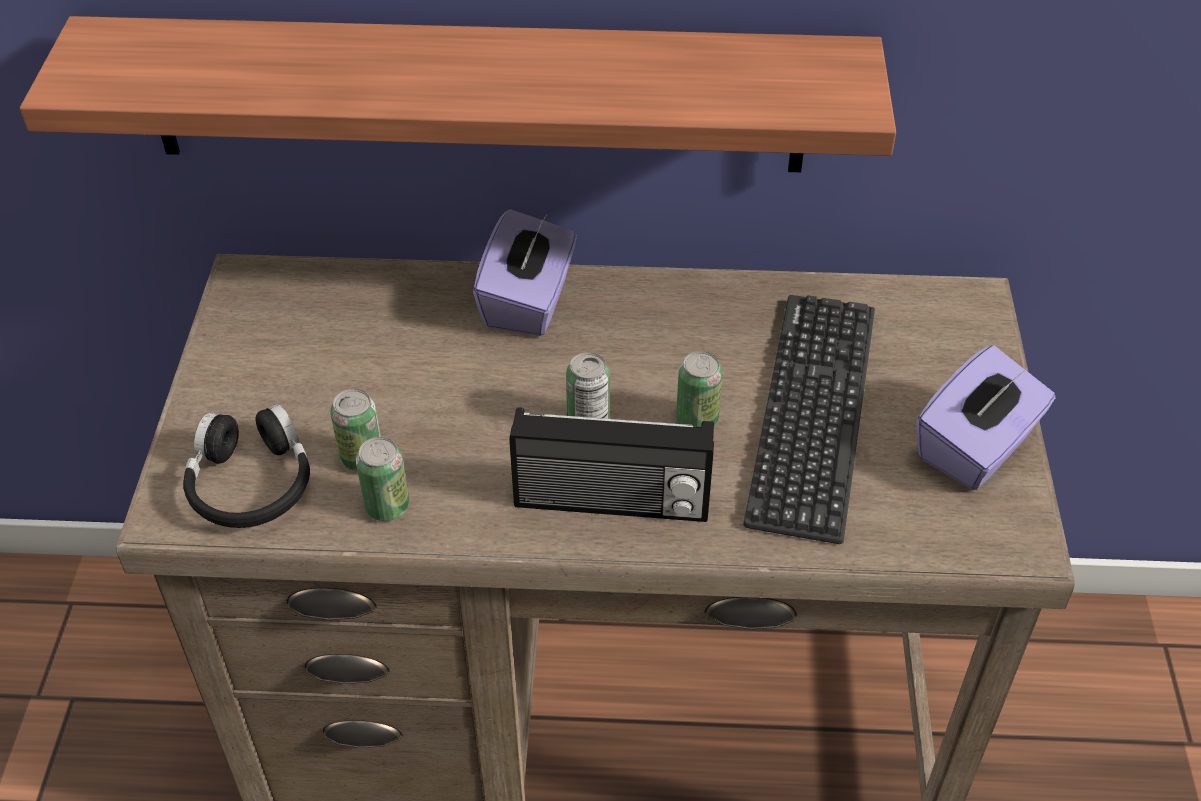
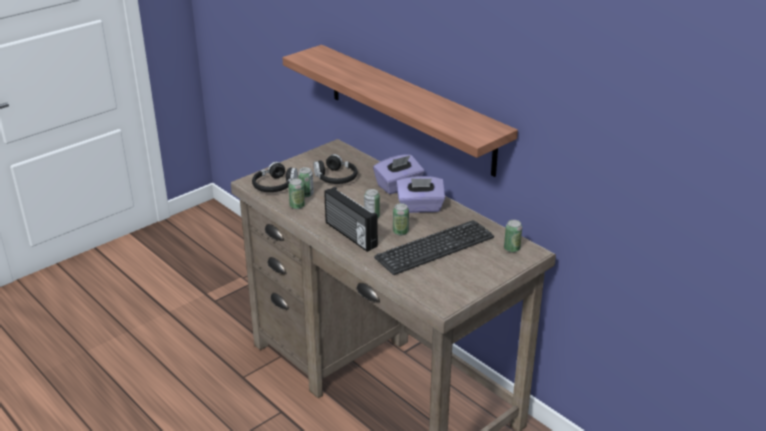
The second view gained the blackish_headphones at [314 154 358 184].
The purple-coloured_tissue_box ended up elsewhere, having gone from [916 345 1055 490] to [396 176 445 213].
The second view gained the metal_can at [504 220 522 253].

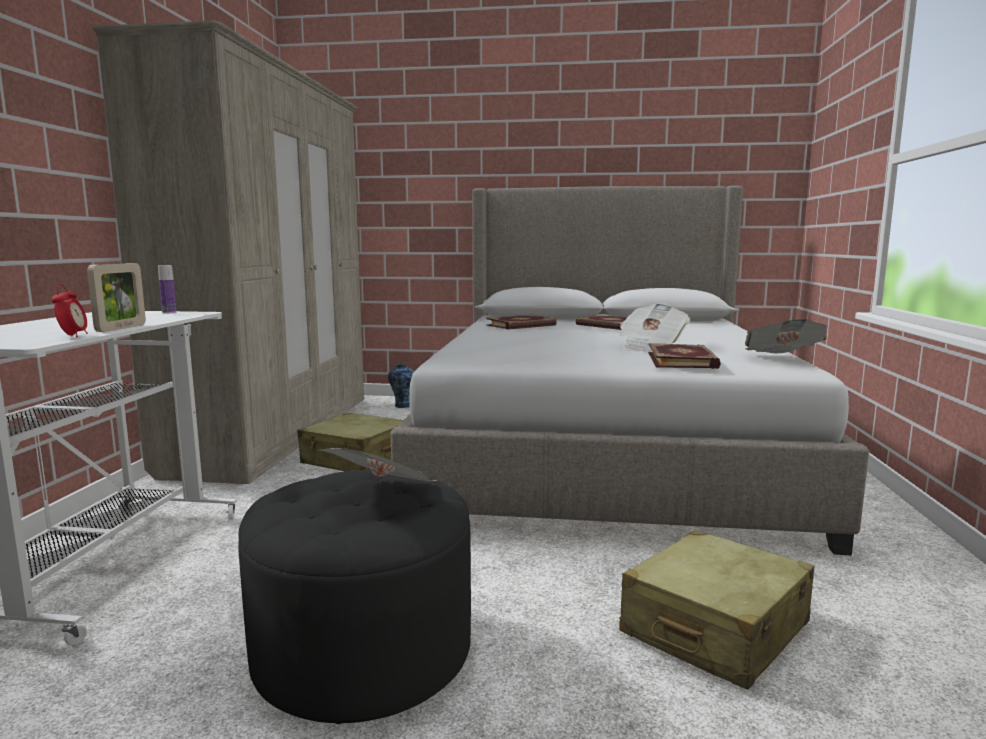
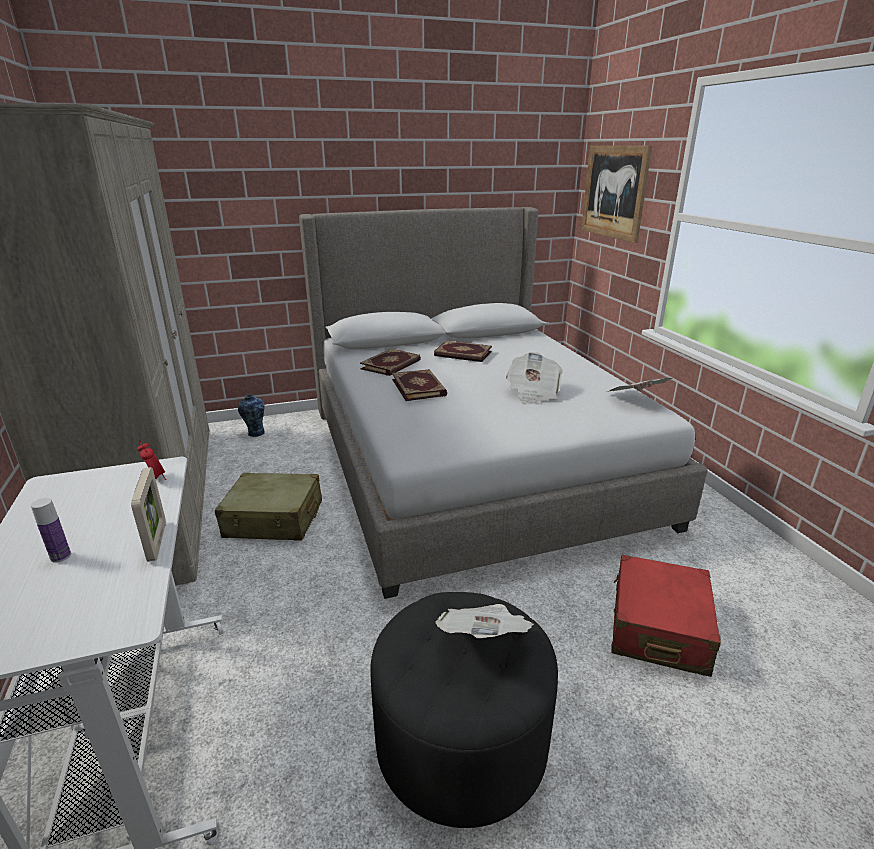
The drink_bottle ended up elsewhere, having gone from [158 265 177 314] to [31 498 71 563].
The table_clock ended up elsewhere, having gone from [51 284 88 337] to [137 440 166 480].
The book ended up elsewhere, having gone from [648 343 721 369] to [392 369 447 401].
The second view gained the wall_picture at [581 146 652 243].
What was the beige-coloured_piece_of_luggage at [619 530 814 690] turned into the red-coloured_piece_of_luggage at [611 555 721 677].

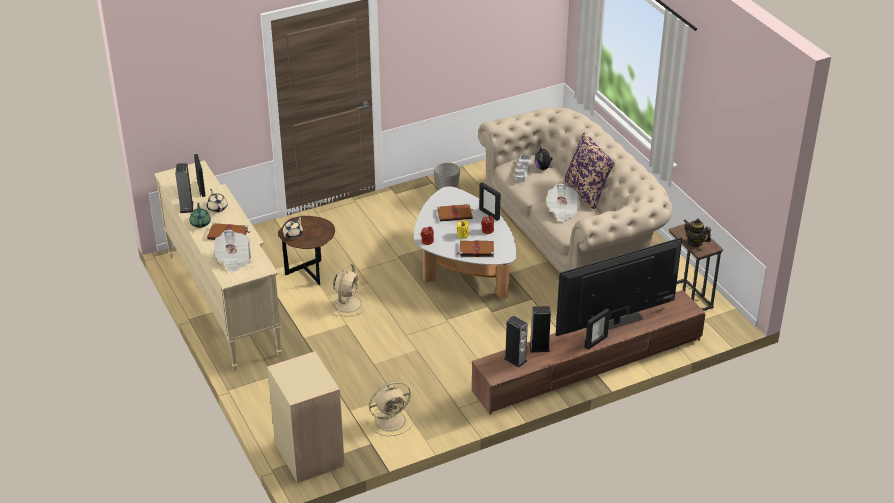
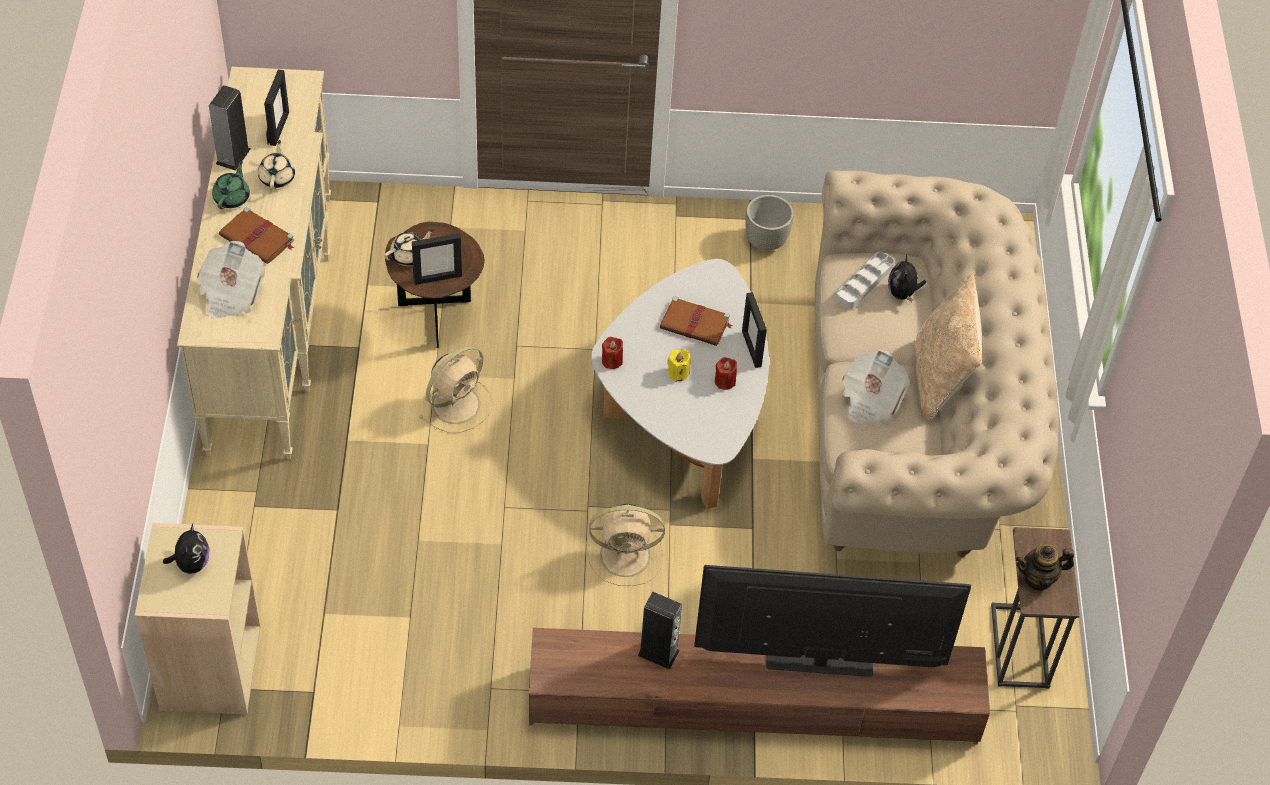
The second view gained the plush_toy at [163 524 210 574].
The standing_frame ended up elsewhere, having gone from [584 308 610 350] to [412 233 462 285].
The beige-coloured_cooling_fan ended up elsewhere, having gone from [366 381 413 436] to [586 504 665 586].
What was the purple-coloured_pillow at [565 132 616 209] turned into the beige-coloured_pillow at [915 274 982 420].
The teapot at [684 219 711 247] ended up facing another way, 75 degrees counterclockwise from before.
The second view lost the brownish_book at [457 241 494 257].
The second view lost the speaker at [504 316 528 368].

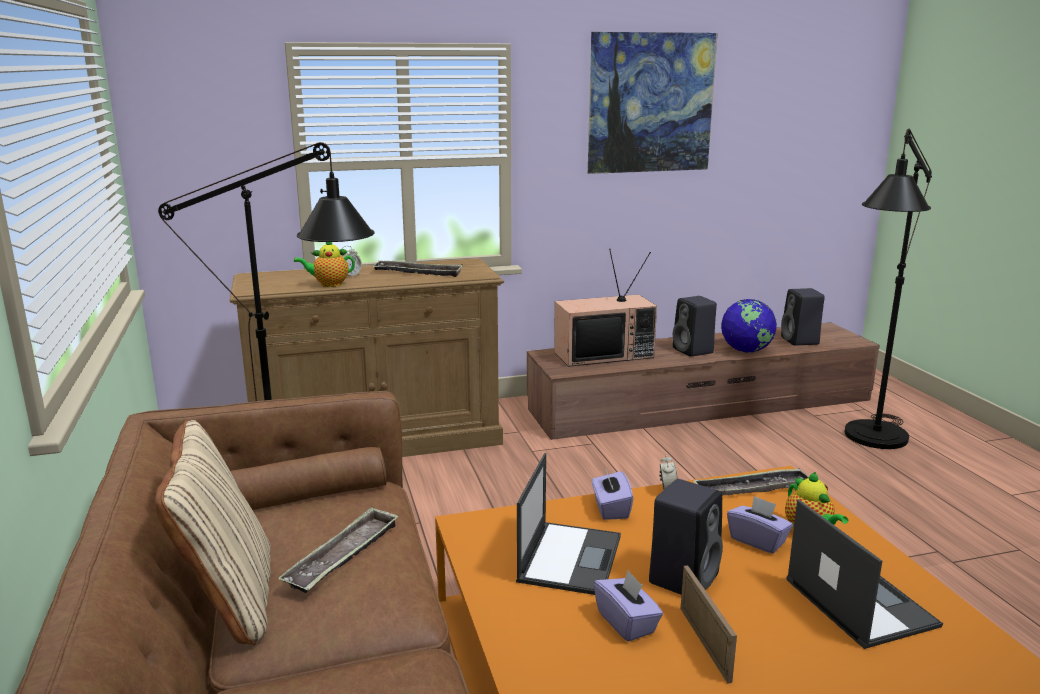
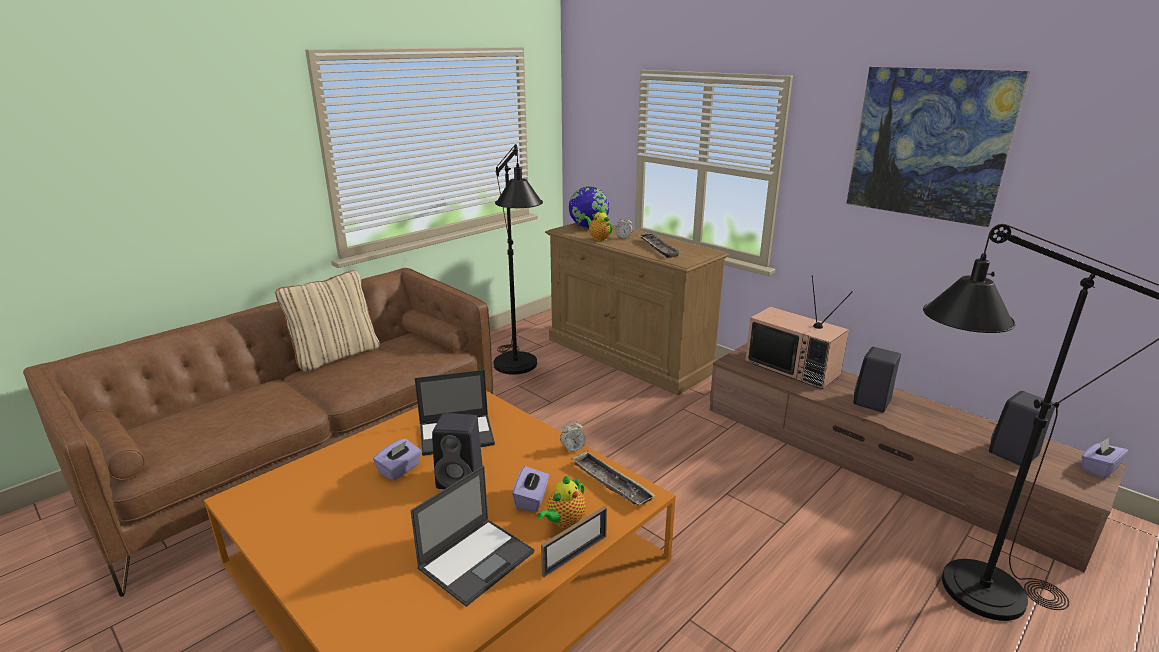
The standing_frame ended up elsewhere, having gone from [681 565 737 684] to [541 506 607 578].
The world_globe ended up elsewhere, having gone from [721 299 777 353] to [569 187 609 228].
The purple-coloured_tissue_box ended up elsewhere, having gone from [592 469 633 520] to [1082 438 1128 479].
The second view lost the tray at [278 507 399 593].

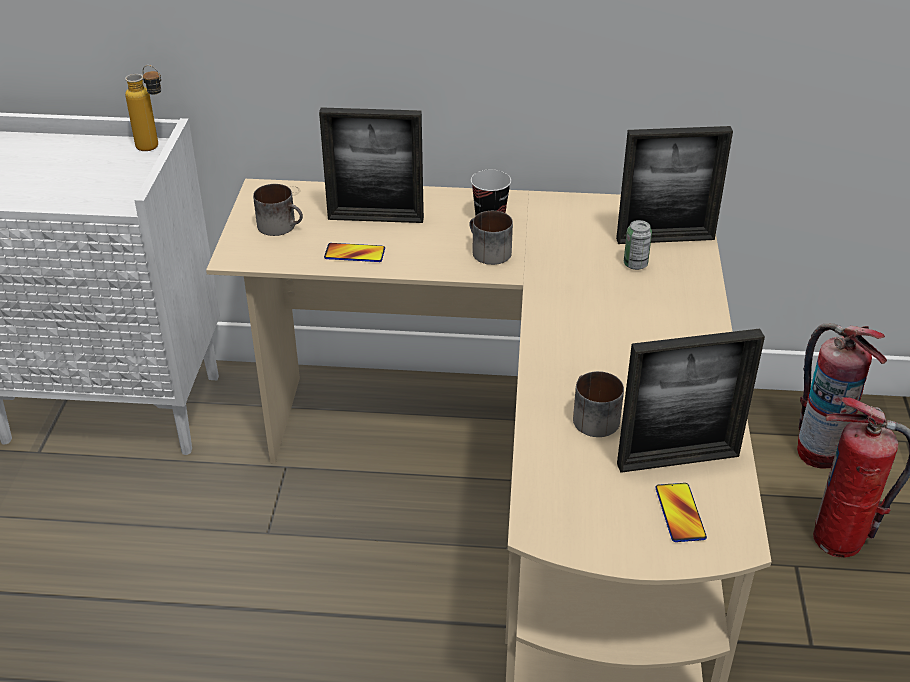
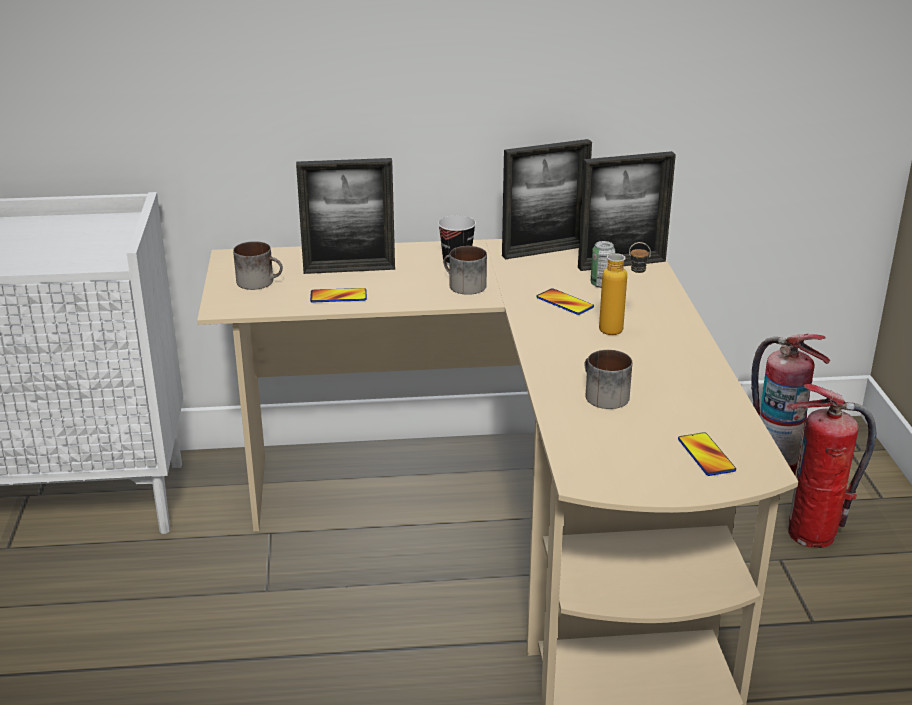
The standing_frame ended up elsewhere, having gone from [617 328 765 473] to [502 139 592 260].
The second view gained the phone at [536 288 594 315].
The drink_bottle ended up elsewhere, having gone from [125 65 161 151] to [599 242 651 335].

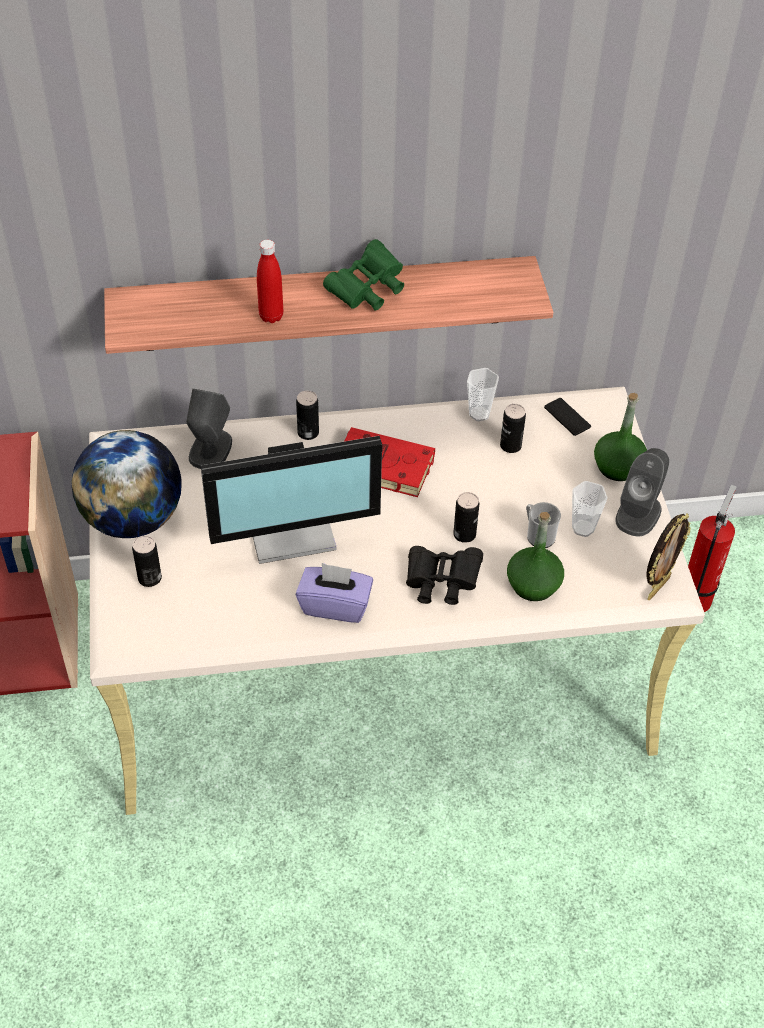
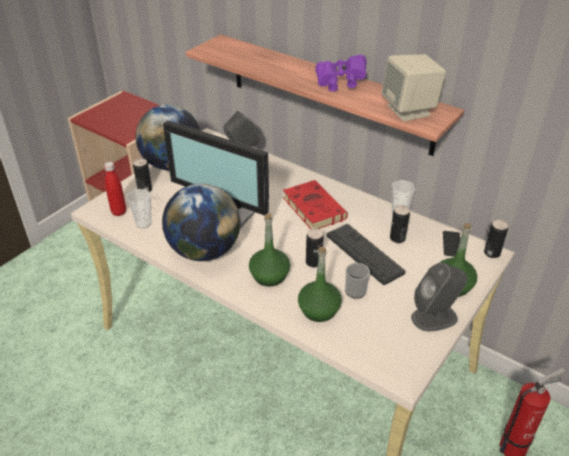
The red-coloured_drink_bottle ended up elsewhere, having gone from [257 240 283 323] to [104 162 126 216].
The cup ended up elsewhere, having gone from [572 481 608 537] to [127 189 152 228].
Where the purple-coloured_tissue_box stood at [296 563 373 623], the world_globe came to stand at [162 184 241 261].
Where the blackish_field_glasses stood at [406 546 483 605], the green-coloured_drink_bottle came to stand at [249 213 290 287].
What was the green-coloured_field_glasses at [323 239 404 311] turned into the purple-coloured_field_glasses at [316 54 367 92].
The second view gained the keyboard at [327 224 406 285].
The second view gained the beige-coloured_speaker at [381 54 446 121].
The metal_can ended up elsewhere, having gone from [296 391 319 440] to [484 220 508 258].
The second view lost the standing_frame at [646 514 691 600].

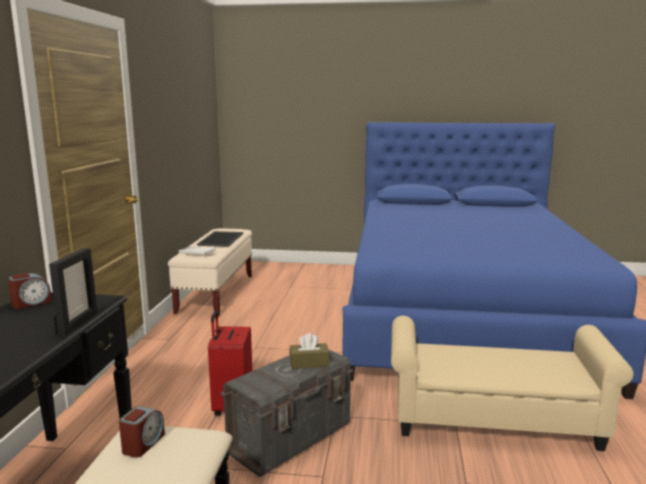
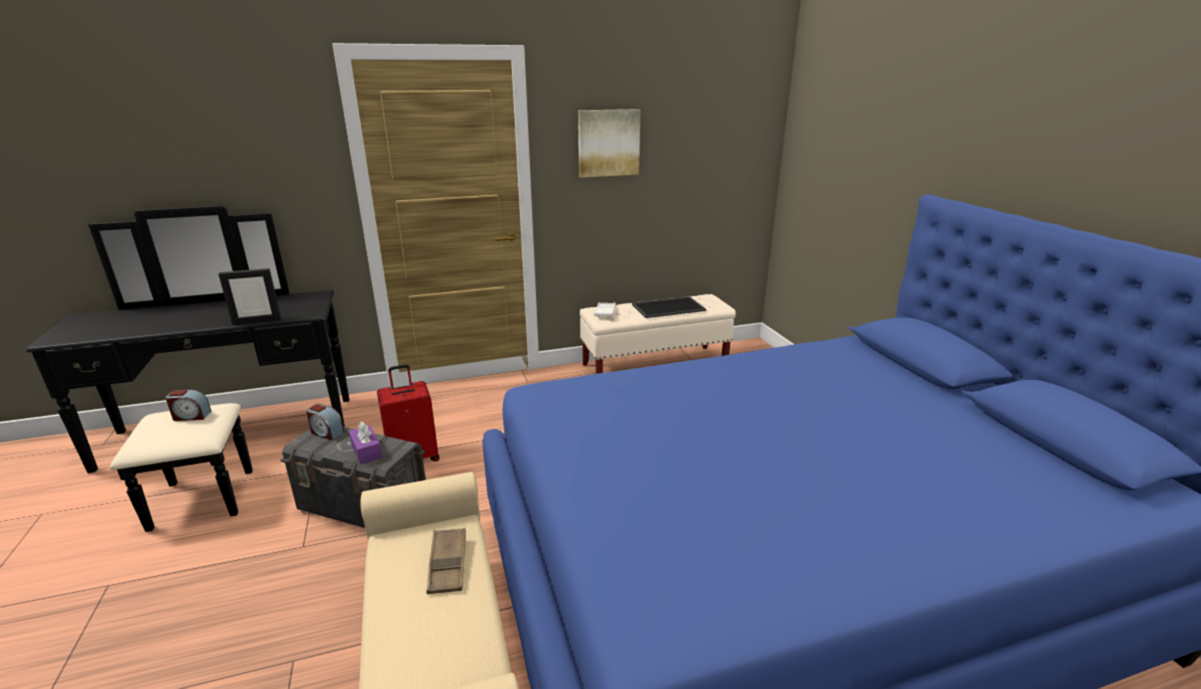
The table_clock ended up elsewhere, having gone from [7 273 52 309] to [306 404 344 440].
What was the brownish_tissue_box at [290 333 329 369] turned into the purple-coloured_tissue_box at [349 421 382 464].
The second view gained the brownish_tray at [427 528 466 594].
The second view gained the wall_picture at [578 109 641 178].

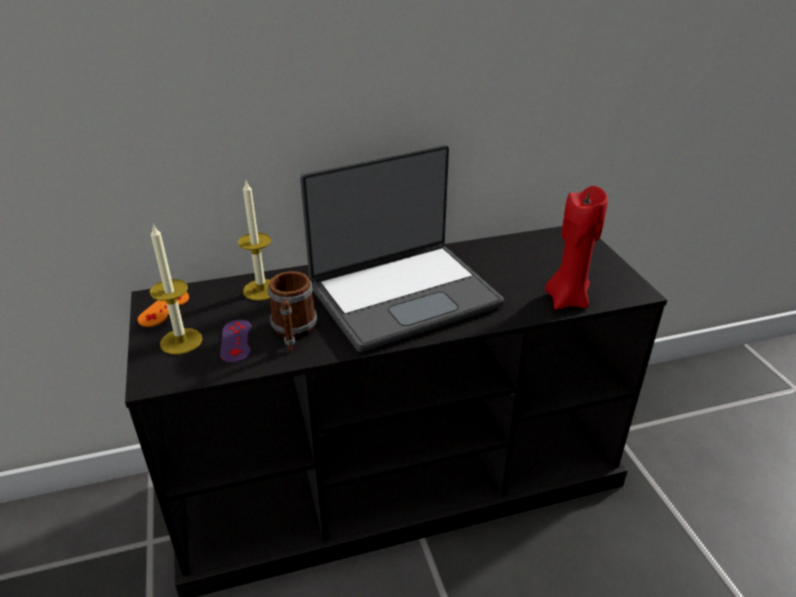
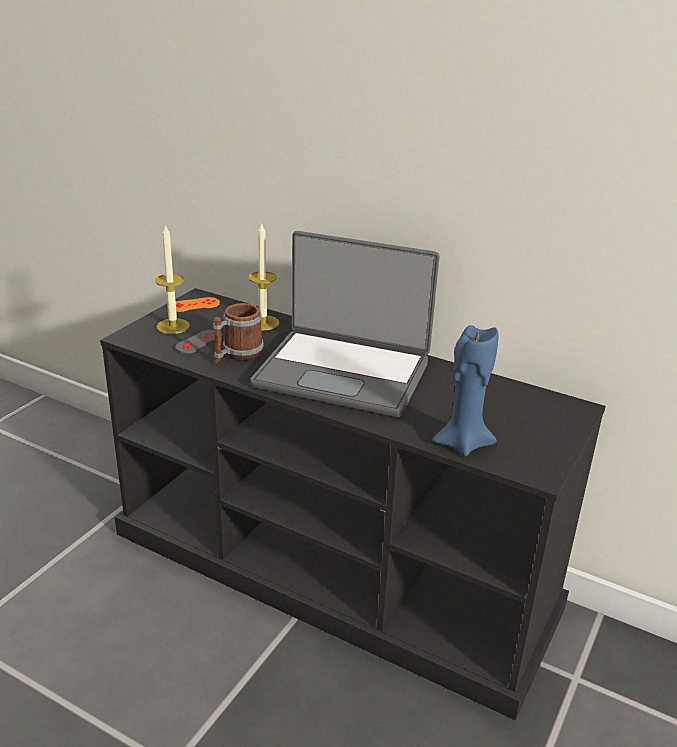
What was the purple-coloured_game_controller at [220 320 252 363] turned into the gray_game_controller at [175 330 223 354].
What was the red-coloured_candle at [545 186 608 310] turned into the blue-coloured_candle at [432 325 498 456].

